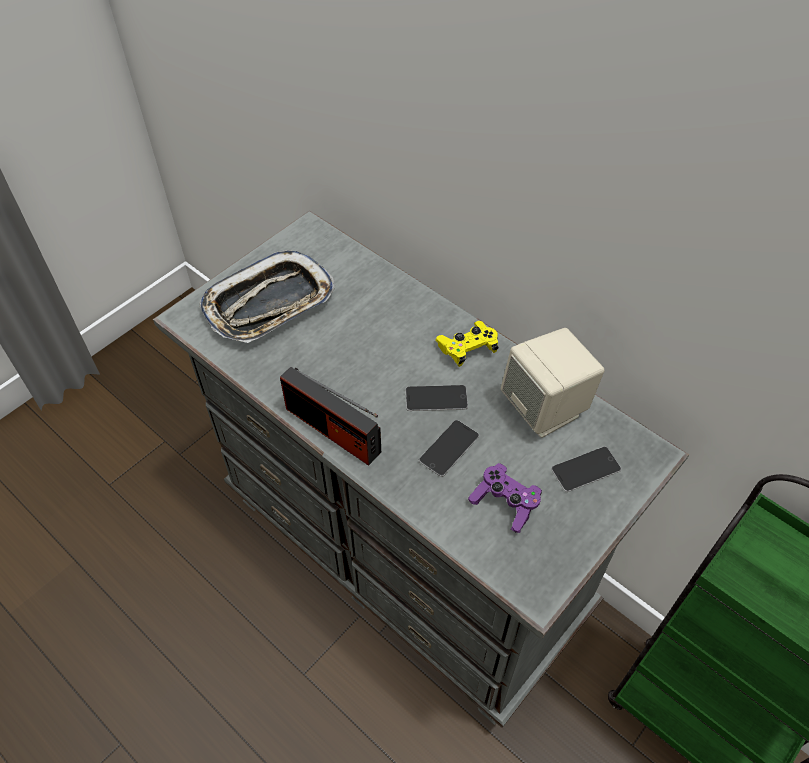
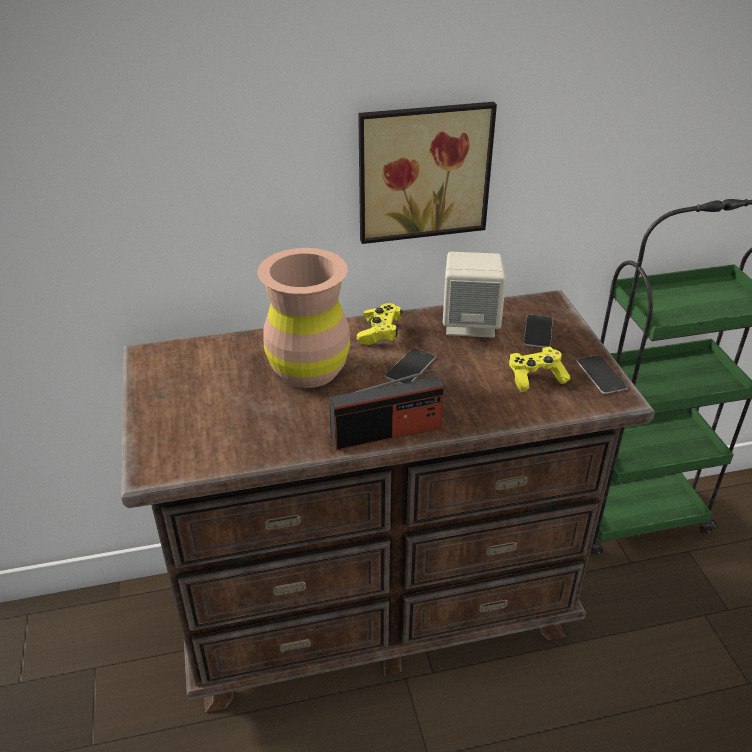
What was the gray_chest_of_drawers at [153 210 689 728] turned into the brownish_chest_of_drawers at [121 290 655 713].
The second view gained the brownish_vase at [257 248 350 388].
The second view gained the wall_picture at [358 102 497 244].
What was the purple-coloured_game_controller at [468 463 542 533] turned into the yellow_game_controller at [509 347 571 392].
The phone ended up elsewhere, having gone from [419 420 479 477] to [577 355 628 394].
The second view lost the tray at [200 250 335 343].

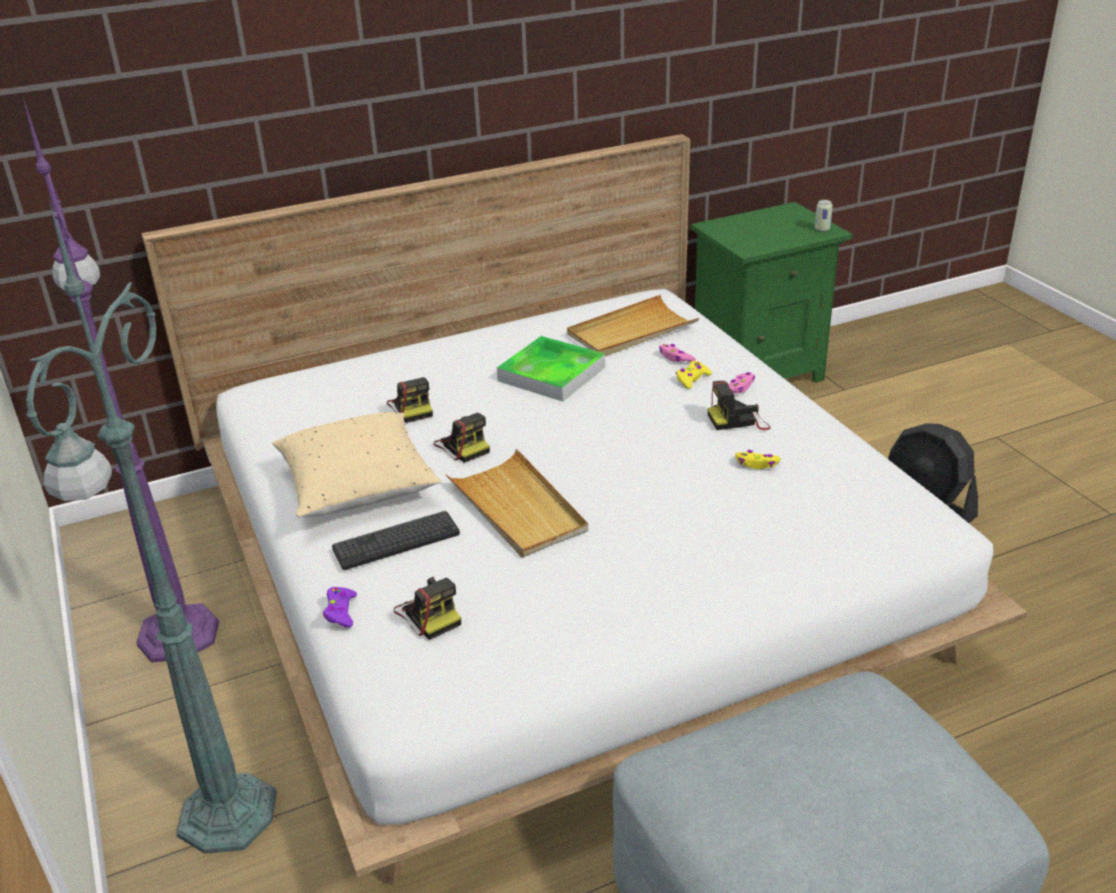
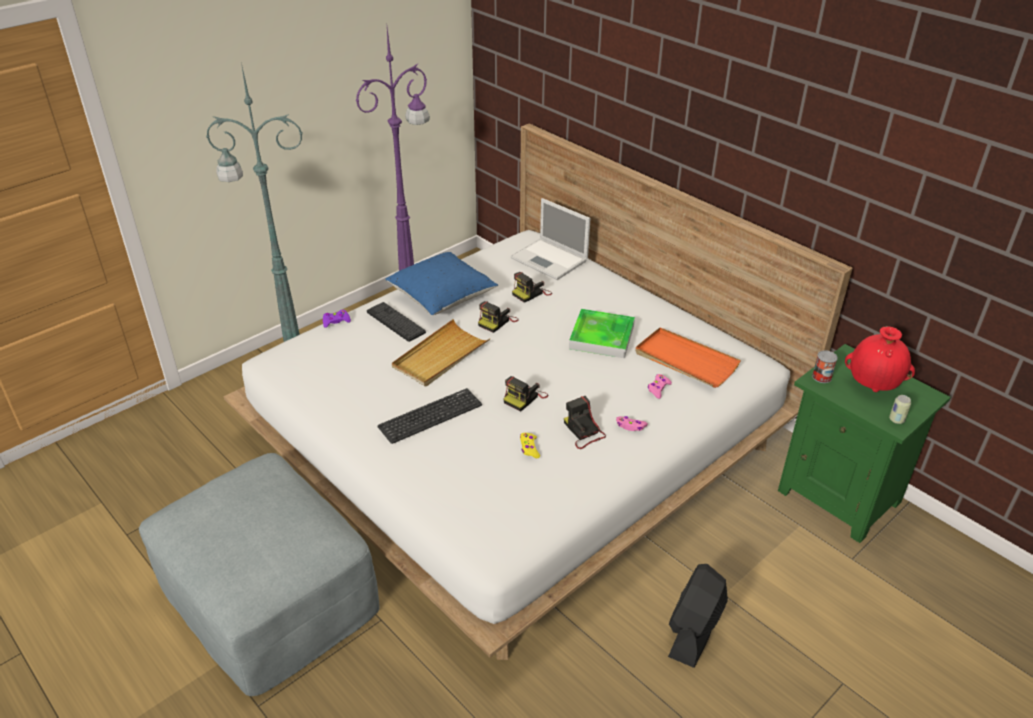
The second view gained the keyboard at [378 388 482 444].
What was the beige-coloured_pillow at [272 412 441 517] turned into the blue-coloured_pillow at [385 252 498 316].
The photo_camera ended up elsewhere, having gone from [394 577 461 640] to [504 376 548 412].
The second view gained the portable_computer at [510 198 591 280].
What was the beige-coloured_tray at [567 295 699 356] turned into the orangey_tray at [635 327 741 388].
The second view gained the metal_can at [812 350 838 383].
The second view gained the red-coloured_vase at [845 326 915 392].
The second view lost the yellow_game_controller at [676 361 712 389].

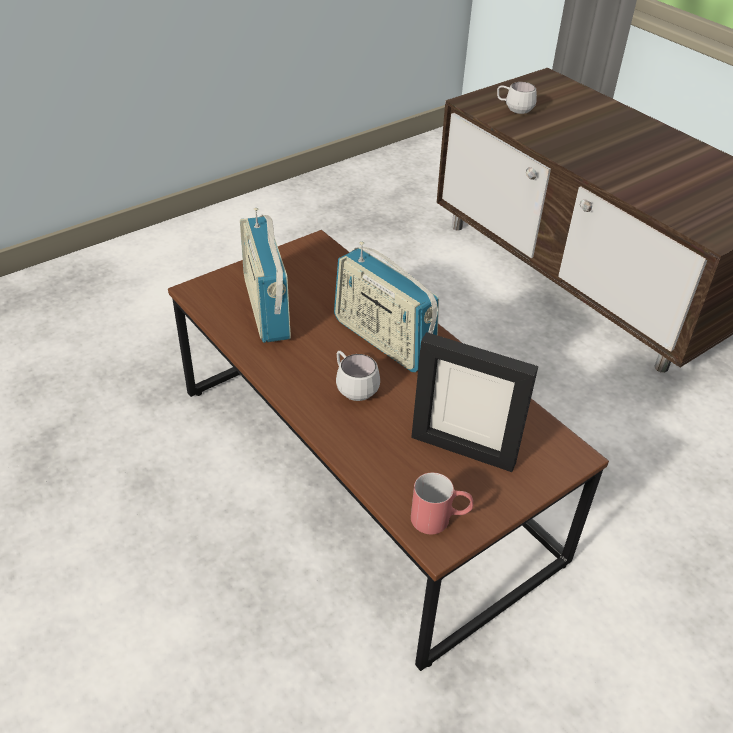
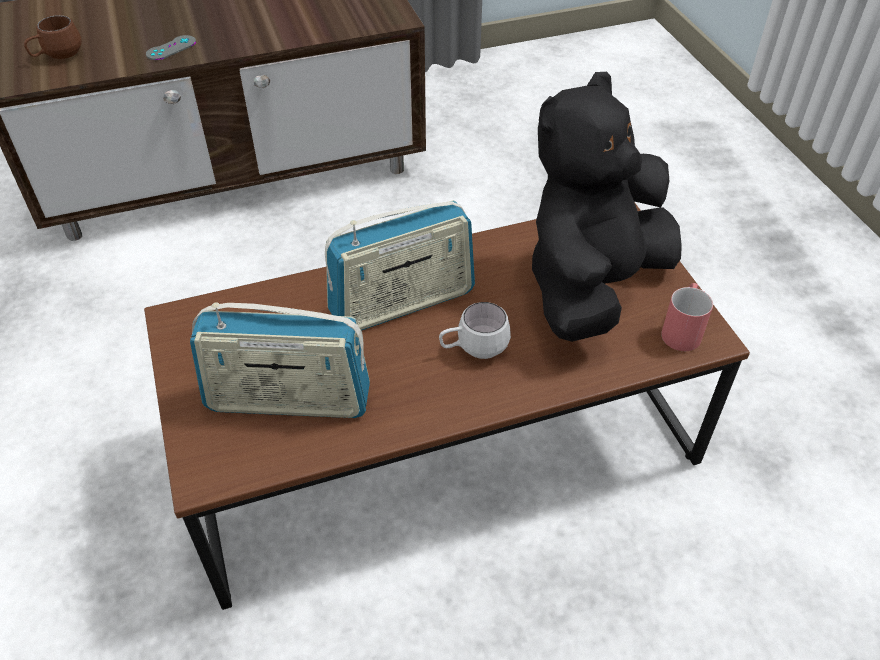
What was the whitish_coffee_mug at [497 82 537 114] turned into the brownish_coffee_mug at [24 15 82 59].
The second view gained the gray_game_controller at [146 35 196 60].
Where the standing_frame stood at [411 332 538 472], the blackish_plush_toy came to stand at [532 72 682 342].

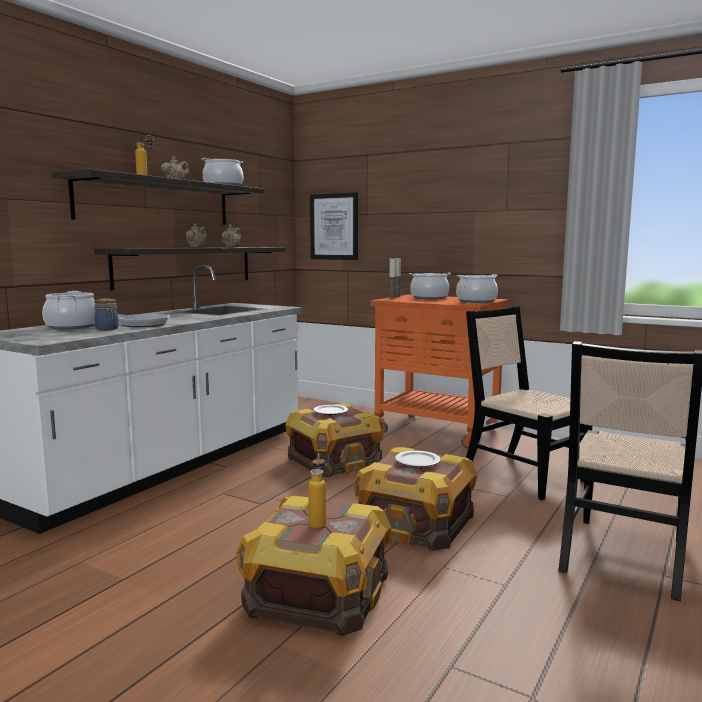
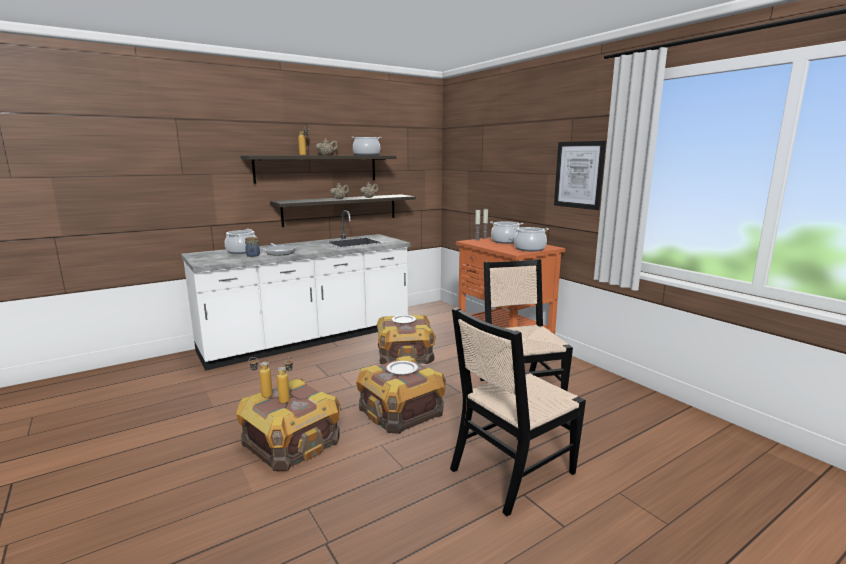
The second view gained the drink_bottle at [248 357 273 398].
The wall_picture ended up elsewhere, having gone from [310 192 358 260] to [554 141 606 210].

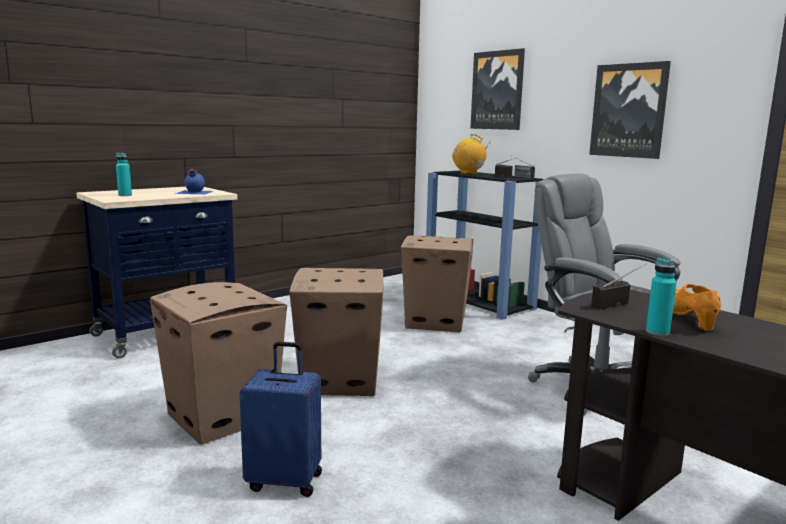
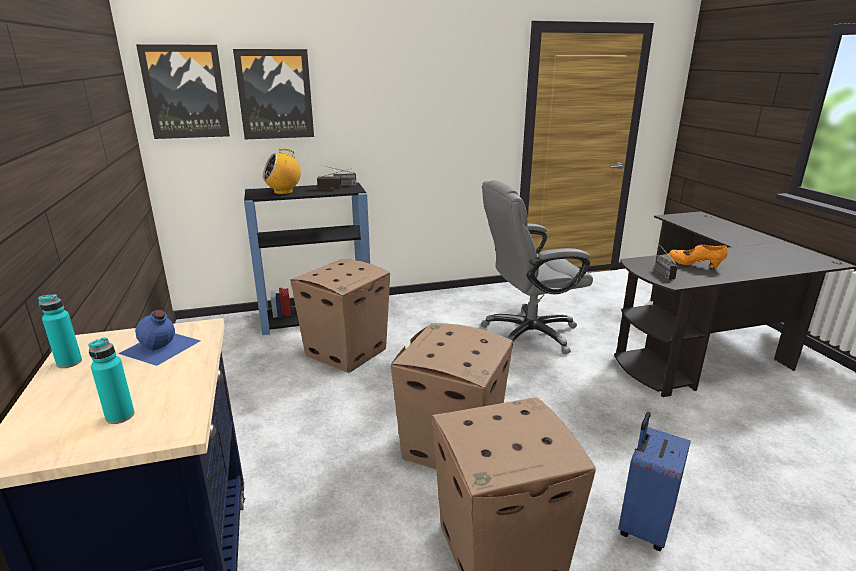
The turquoise-coloured_drink_bottle ended up elsewhere, having gone from [646 258 677 336] to [38 294 82 368].
The wall_picture ended up elsewhere, having gone from [589 61 671 159] to [136 44 230 139].

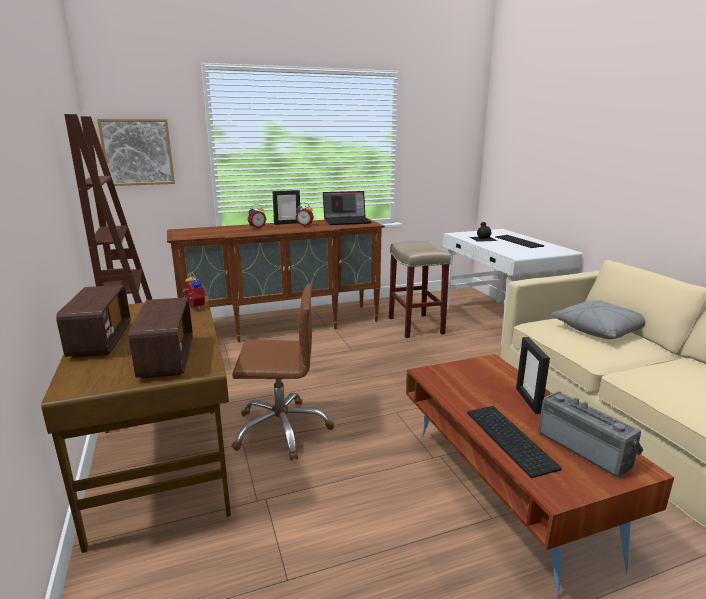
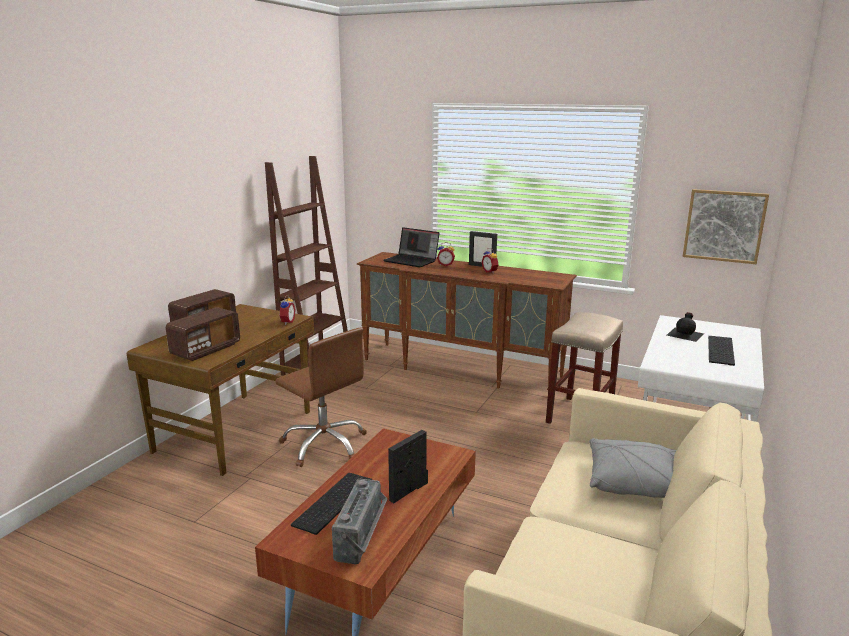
The portable_computer ended up elsewhere, having gone from [323 191 372 225] to [383 227 440 267].
The wall_picture ended up elsewhere, having gone from [97 119 175 186] to [683 189 769 264].

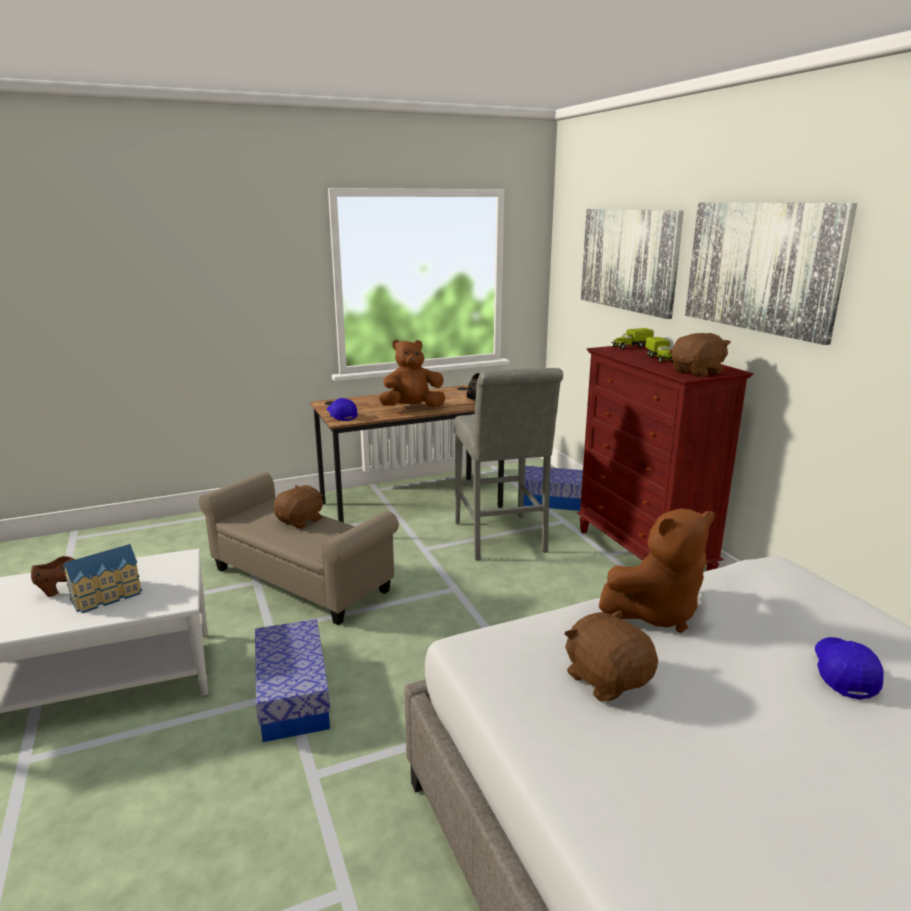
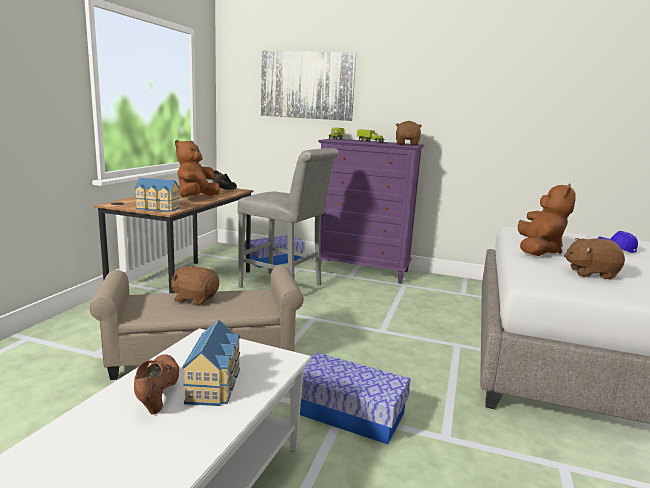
Where the blue-coloured_peaked_cap stood at [327 398 358 421], the miniature_house came to stand at [135 178 180 212].
The brownish_plush_toy at [273 485 323 529] ended up facing another way, 60 degrees counterclockwise from before.
What was the red-coloured_chest_of_drawers at [577 344 753 571] turned into the purple-coloured_chest_of_drawers at [318 138 424 284].
The second view lost the wall_picture at [685 203 857 345].

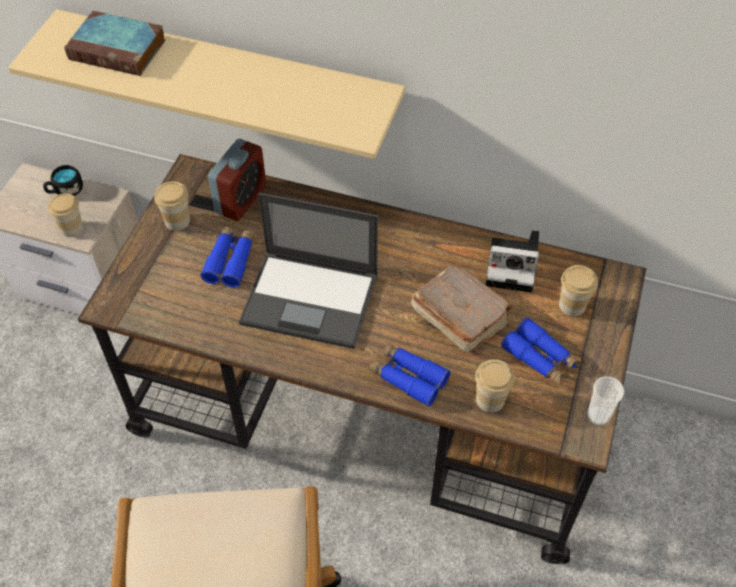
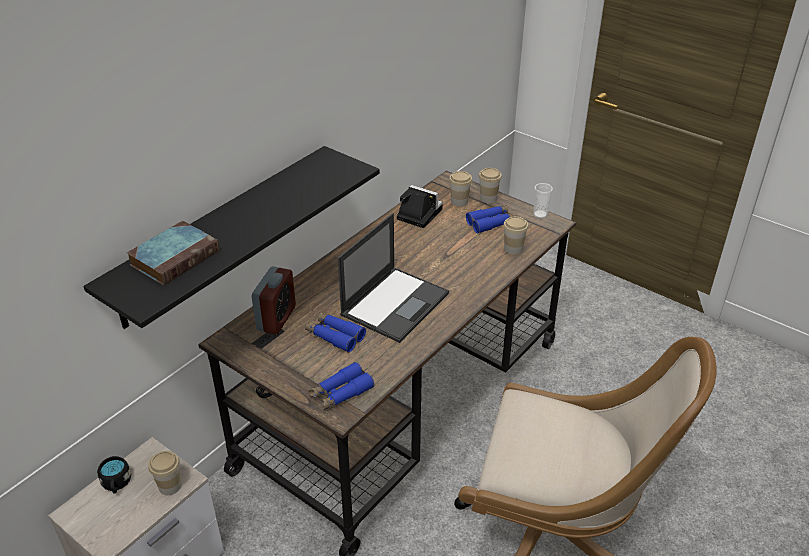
What was the beige-coloured_bracket_shelf at [8 9 405 159] turned into the blackish_bracket_shelf at [83 146 380 329].
The table_clock at [208 139 266 221] ended up facing another way, 60 degrees clockwise from before.
The blue-coloured_field_glasses ended up elsewhere, having gone from [369 343 450 406] to [308 362 374 410].
The photo_camera at [486 230 539 292] ended up facing another way, 90 degrees counterclockwise from before.
The cup ended up elsewhere, having gone from [154 182 190 231] to [479 168 502 203].
The second view lost the brownish_book at [411 262 514 352].

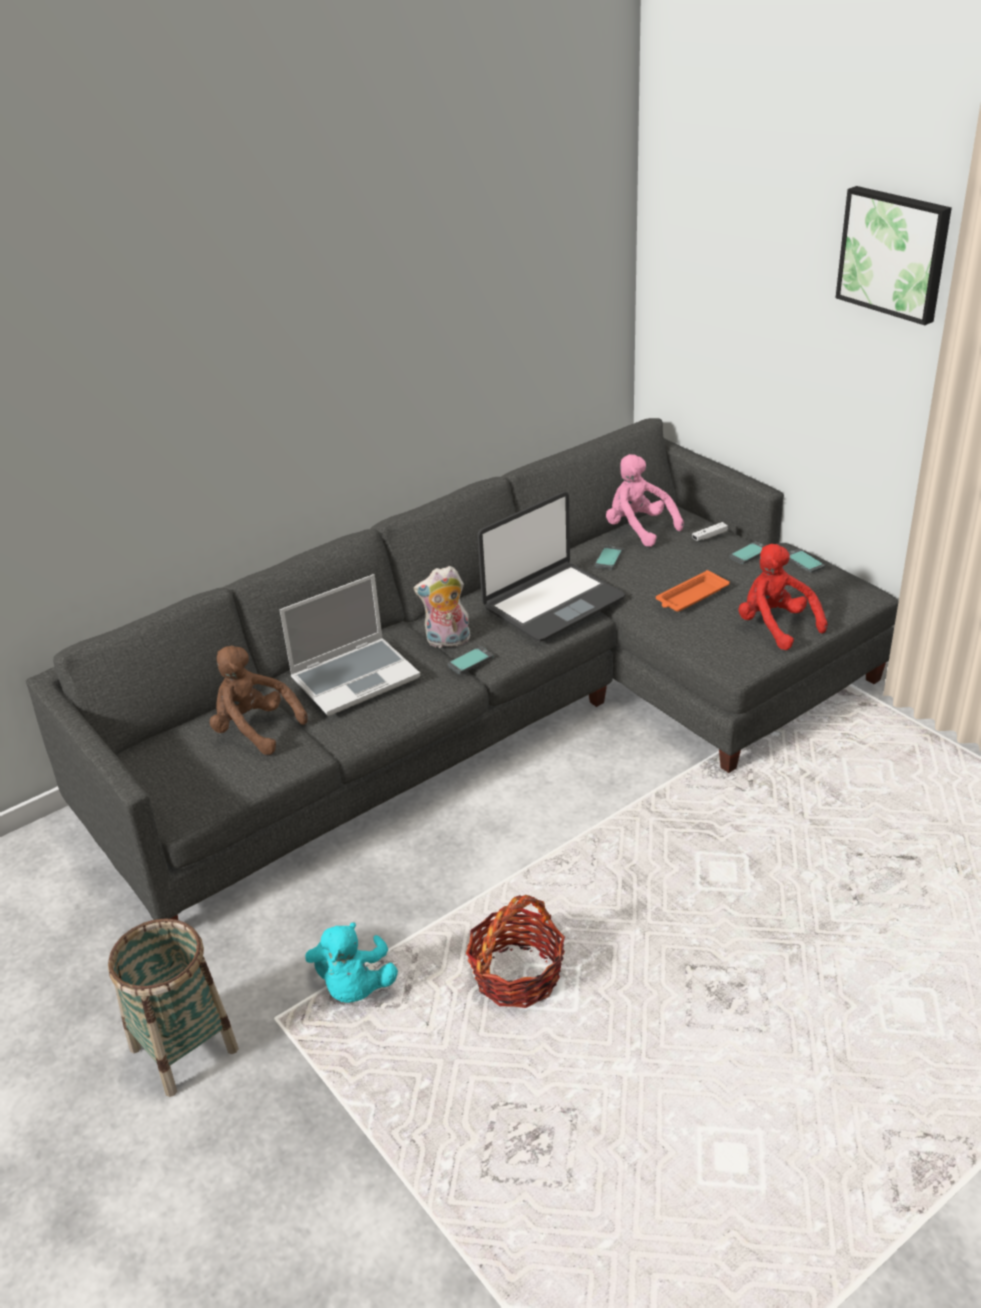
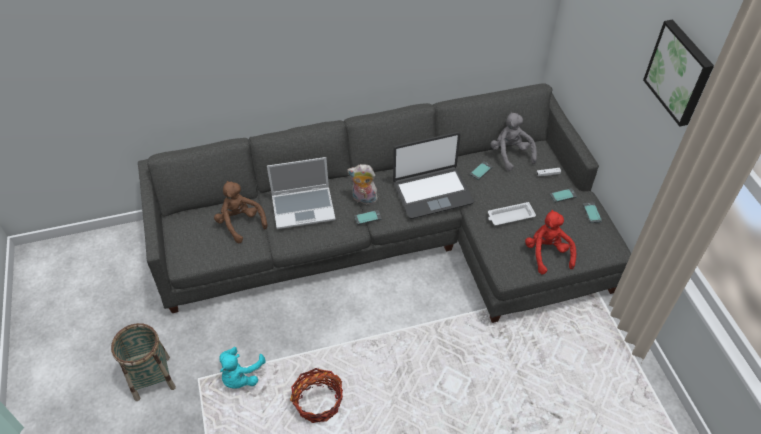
What was the orangey_tray at [656 570 730 612] turned into the whitish_tray at [488 202 536 226].
What was the pink_plush_toy at [606 454 684 547] turned into the gray_plush_toy at [491 112 537 171].

